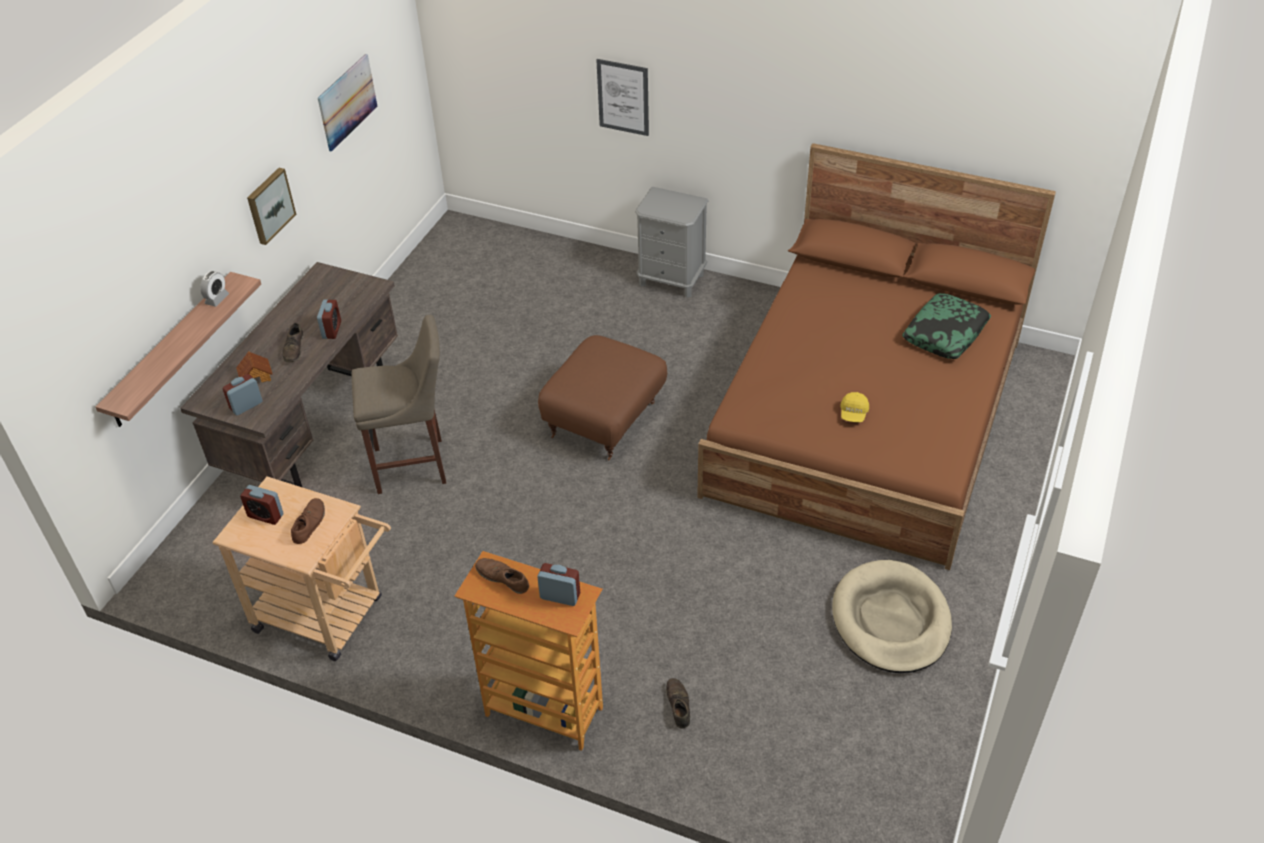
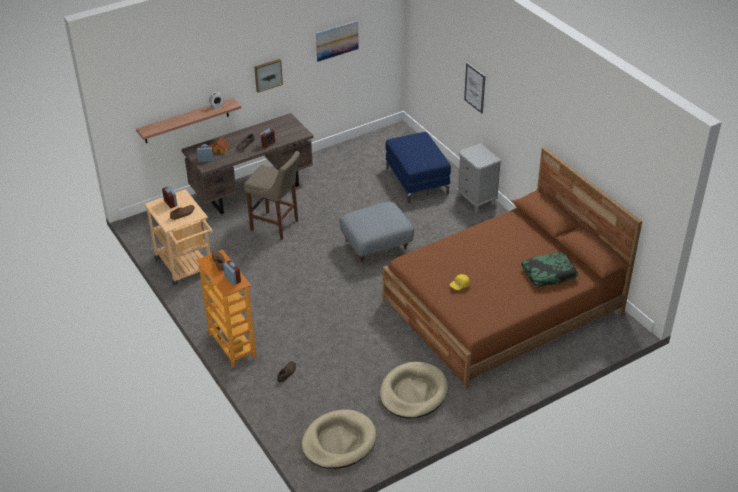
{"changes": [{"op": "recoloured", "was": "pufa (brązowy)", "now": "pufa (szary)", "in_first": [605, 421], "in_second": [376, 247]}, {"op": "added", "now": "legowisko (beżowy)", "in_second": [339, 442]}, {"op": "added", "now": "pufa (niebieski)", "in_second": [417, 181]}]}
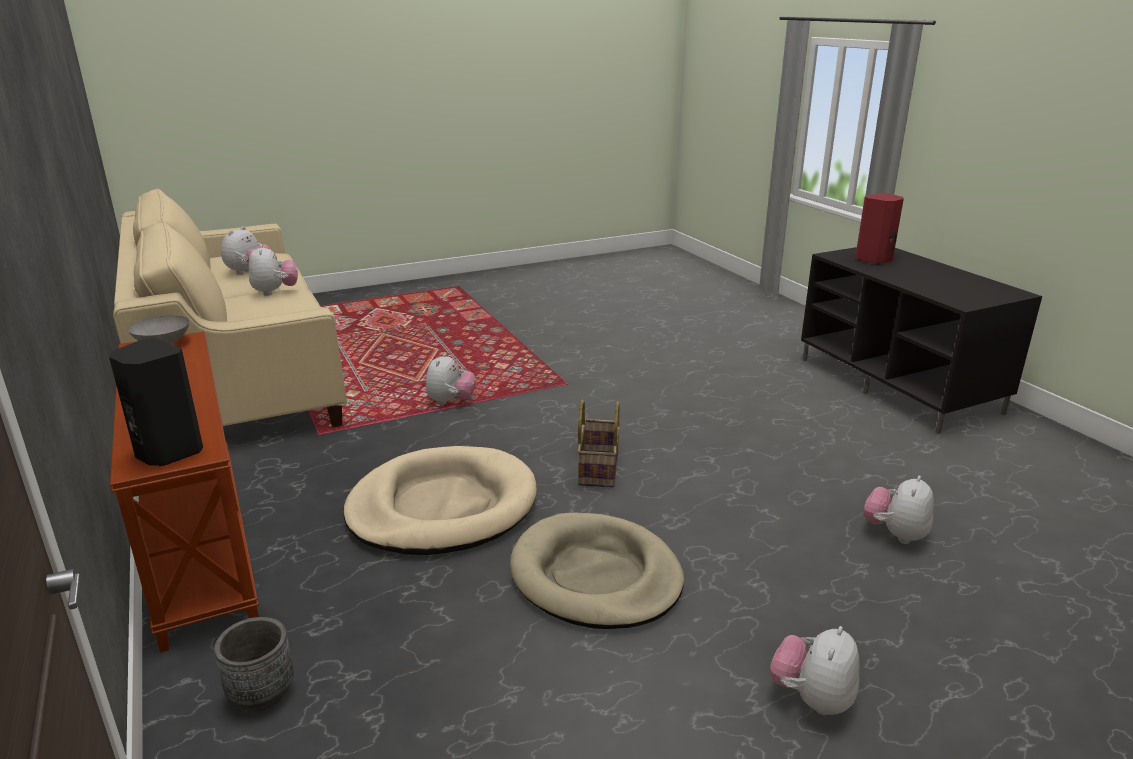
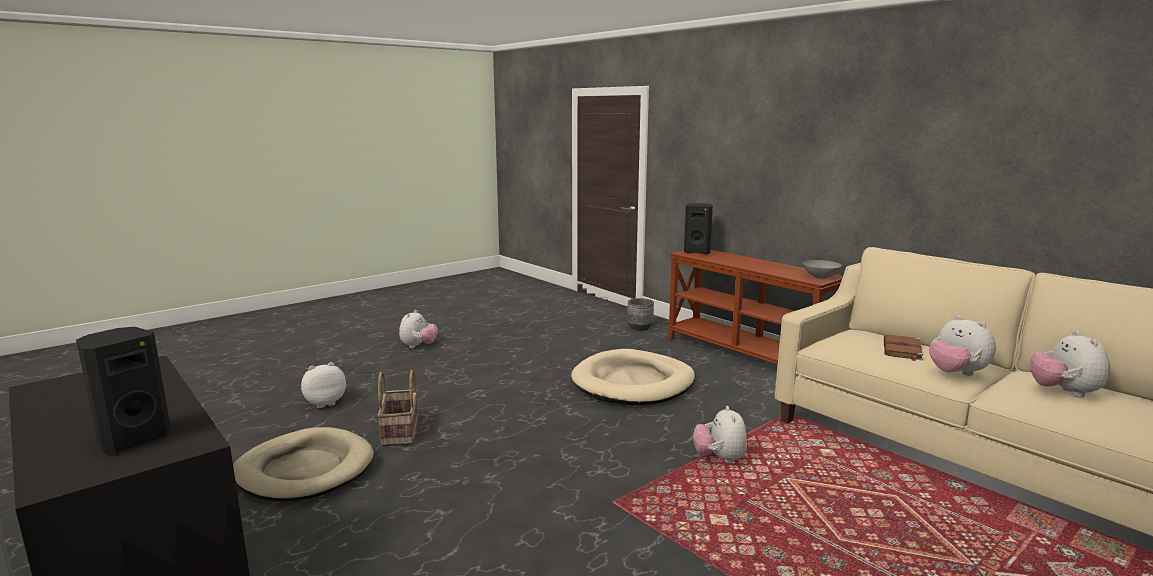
{"changes": [{"op": "moved", "was": "legowisko (beżowy)", "in_first": [595, 576], "in_second": [305, 470]}, {"op": "moved", "was": "koszyk", "in_first": [597, 469], "in_second": [401, 432]}, {"op": "recoloured", "was": "głośnik (czerwony)", "now": "głośnik (czarny)", "in_first": [875, 260], "in_second": [132, 439]}, {"op": "turned", "was": "pluszak", "in_first": [895, 534], "in_second": [325, 403], "clockwise": -135}, {"op": "added", "now": "książka (brązowy)", "in_second": [902, 350]}]}
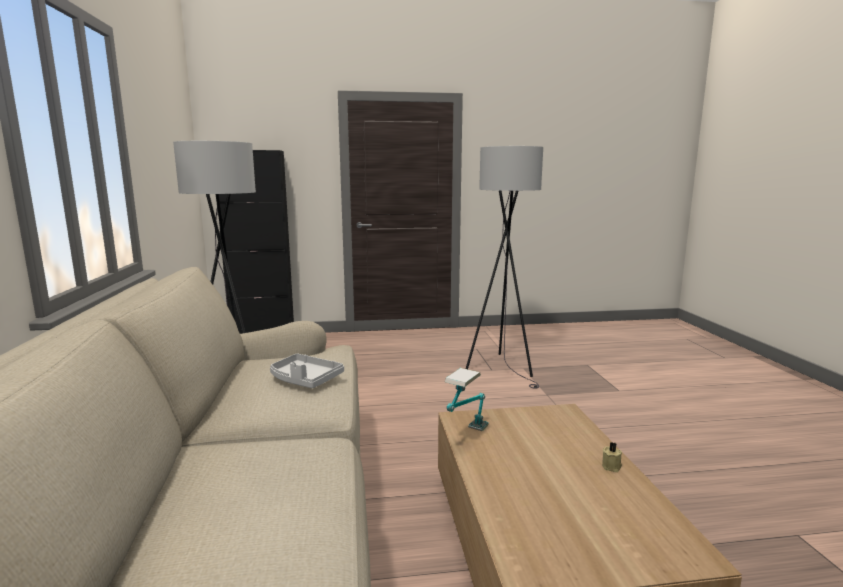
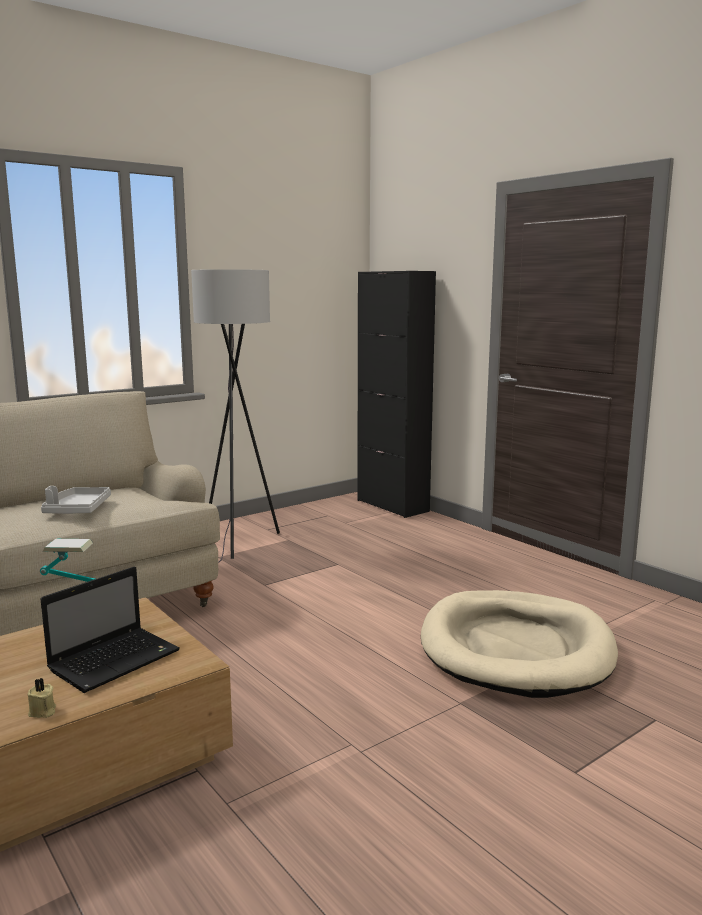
{"changes": [{"op": "replaced", "was": "lampa stojąca (szary)", "now": "legowisko (beżowy)", "in_first": [504, 368], "in_second": [515, 648]}, {"op": "added", "now": "laptop", "in_second": [116, 659]}]}
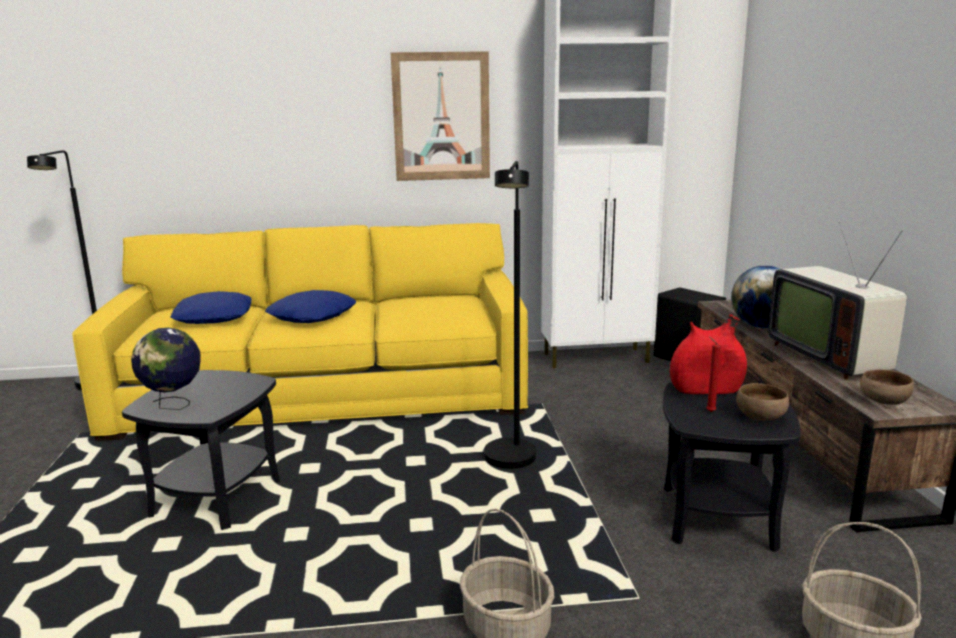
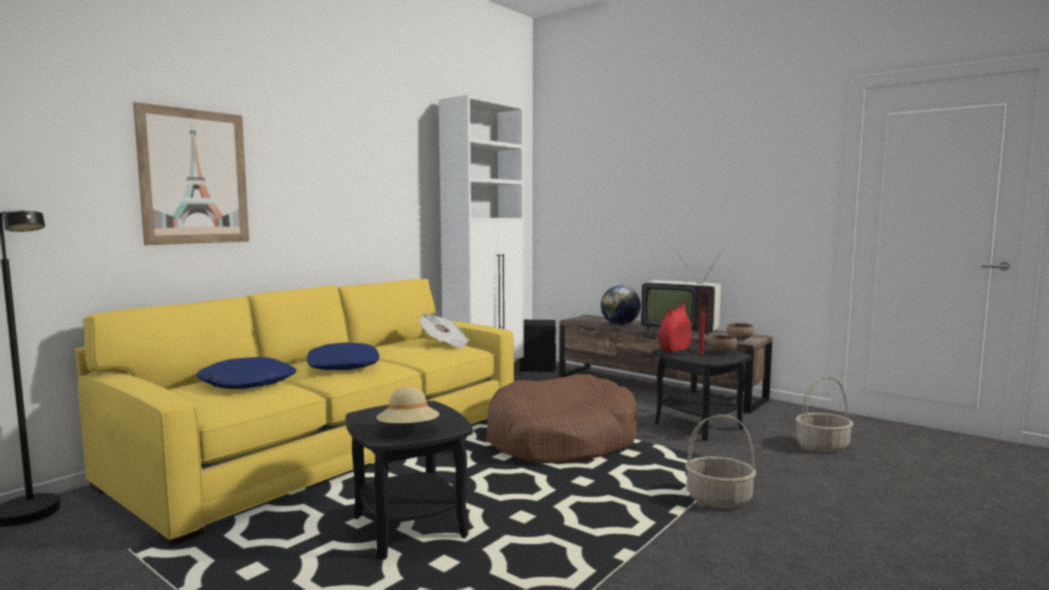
{"changes": [{"op": "replaced", "was": "globus", "now": "kapelusz (beżowy)", "in_first": [173, 405], "in_second": [408, 431]}, {"op": "moved", "was": "obraz", "in_first": [441, 117], "in_second": [194, 177]}, {"op": "replaced", "was": "lampa stojąca (czarny)", "now": "legowisko (brązowy)", "in_first": [511, 465], "in_second": [561, 440]}, {"op": "added", "now": "gazeta", "in_second": [445, 344]}]}
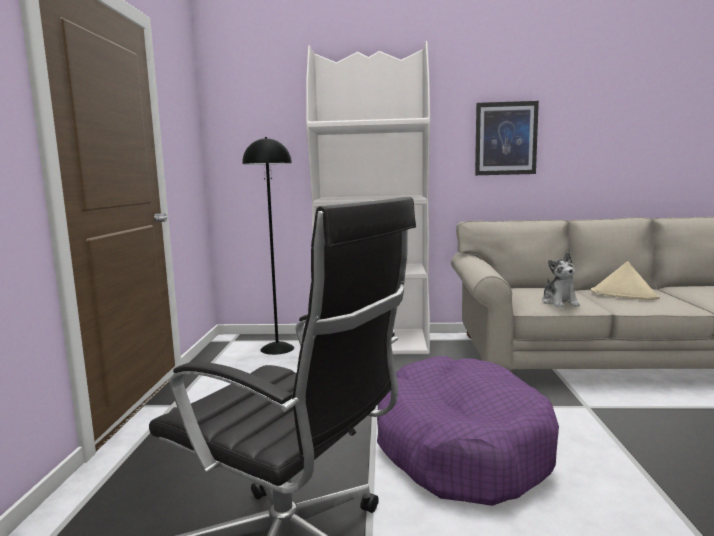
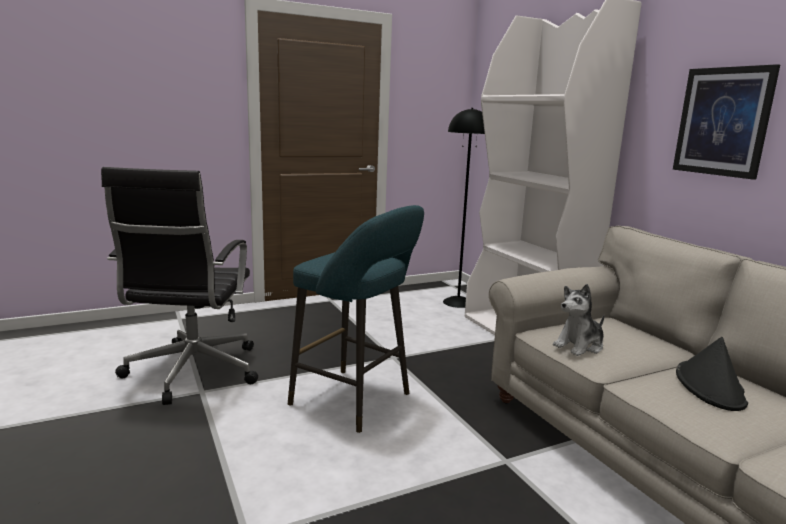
{"changes": [{"op": "replaced", "was": "legowisko (fioletowy)", "now": "stołek (turkusowy)", "in_first": [459, 446], "in_second": [356, 401]}, {"op": "recoloured", "was": "kapelusz (beżowy)", "now": "kapelusz (czarny)", "in_first": [624, 295], "in_second": [710, 386]}]}
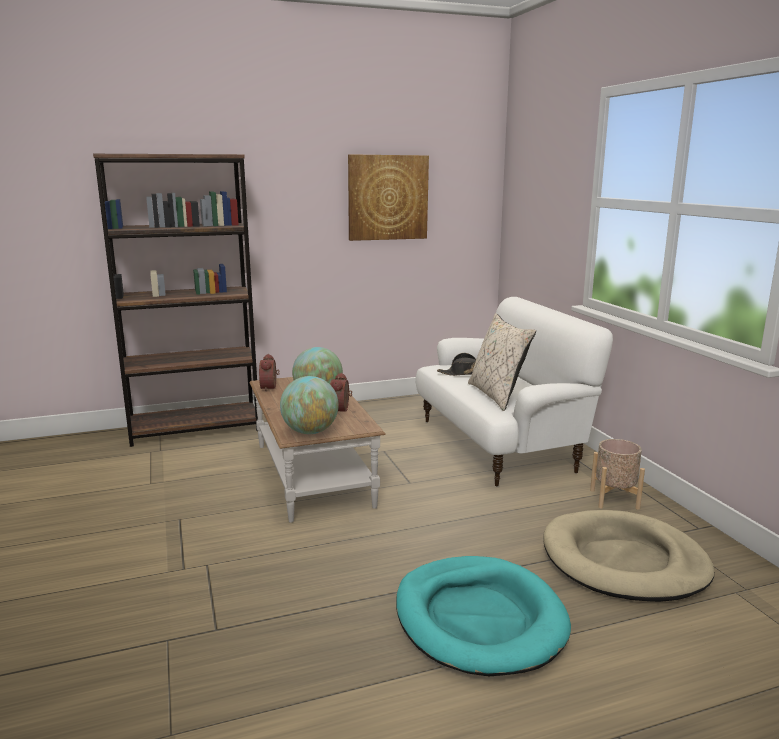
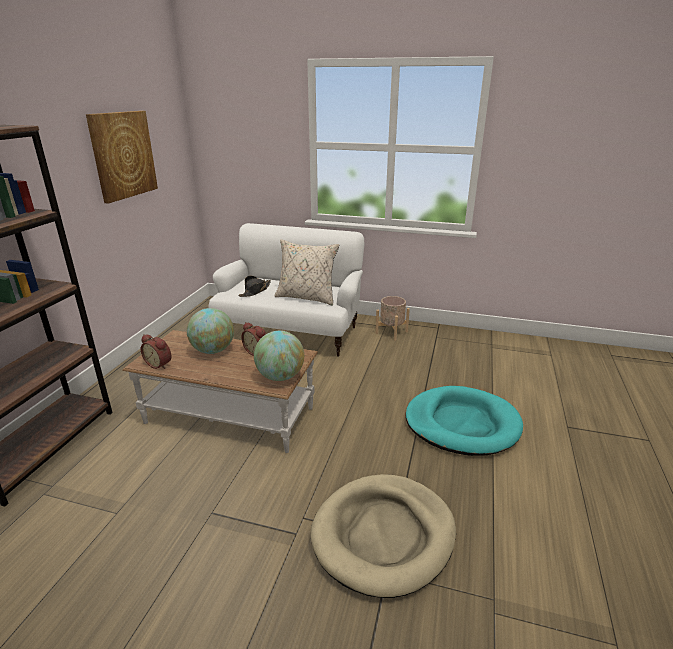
{"changes": [{"op": "moved", "was": "legowisko (beżowy)", "in_first": [624, 561], "in_second": [383, 535]}]}
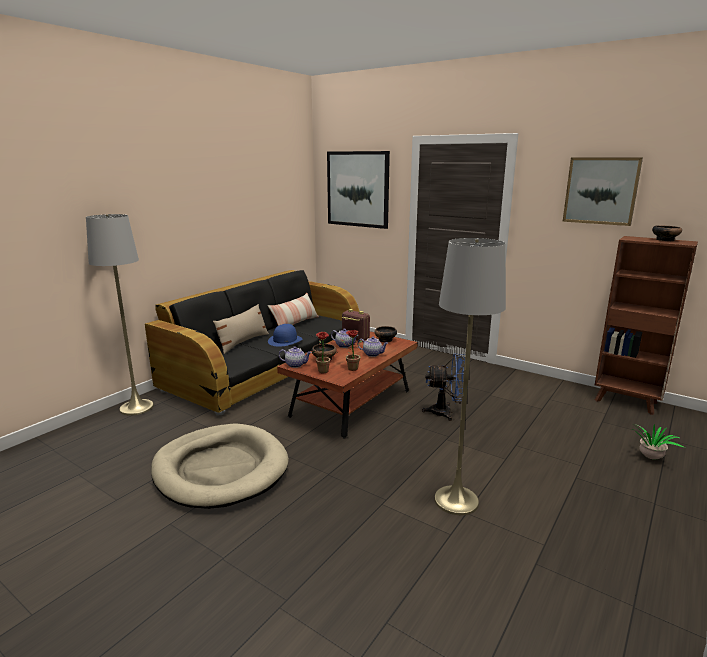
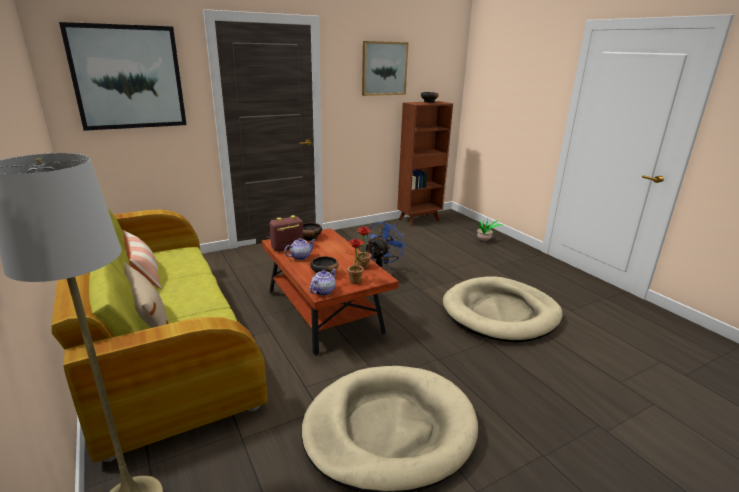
{"changes": [{"op": "recoloured", "was": "kanapa (czarny)", "now": "kanapa (zielony)", "in_first": [267, 366], "in_second": [162, 340]}, {"op": "removed", "was": "kapelusz (niebieski)", "in_first": [285, 340]}, {"op": "removed", "was": "imbryk", "in_first": [372, 354]}, {"op": "replaced", "was": "lampa stojąca (szary)", "now": "legowisko (beżowy)", "in_first": [456, 500], "in_second": [500, 313]}]}
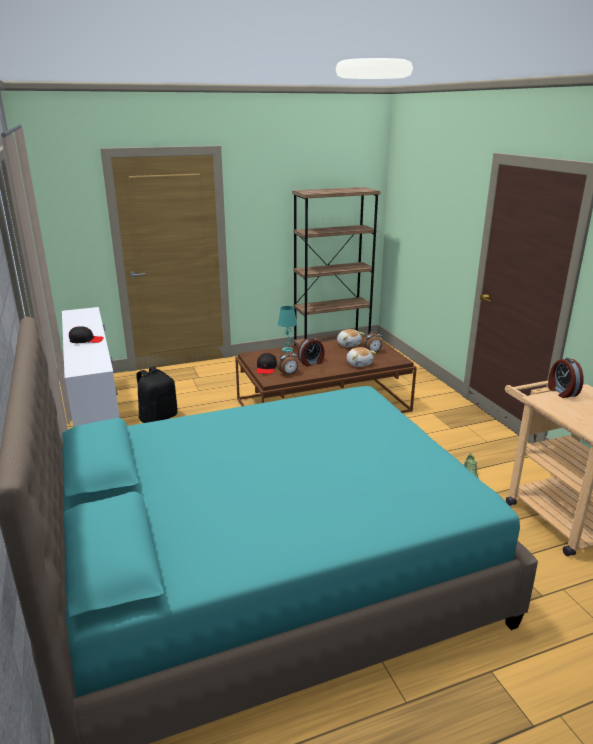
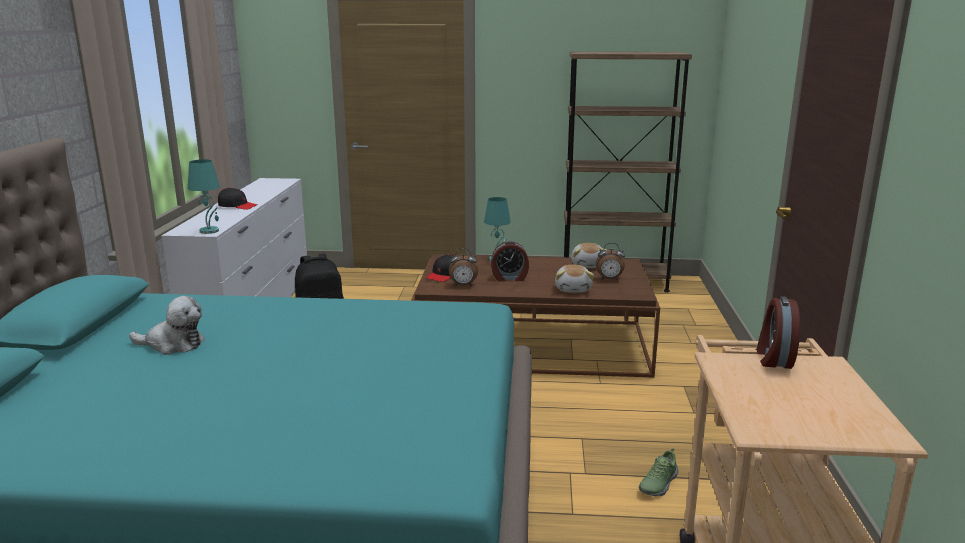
{"changes": [{"op": "added", "now": "pluszak", "in_second": [173, 344]}, {"op": "added", "now": "lampa stołowa (turkusowy)", "in_second": [210, 231]}]}
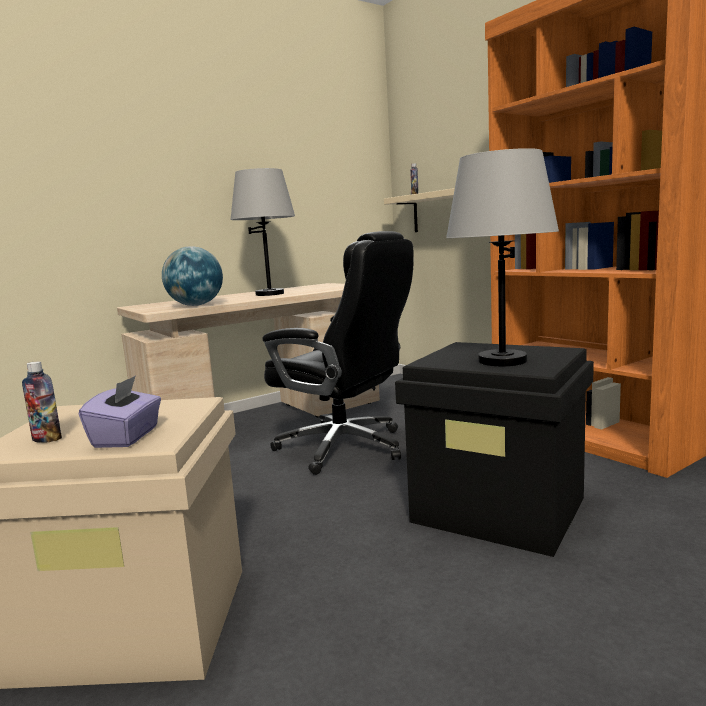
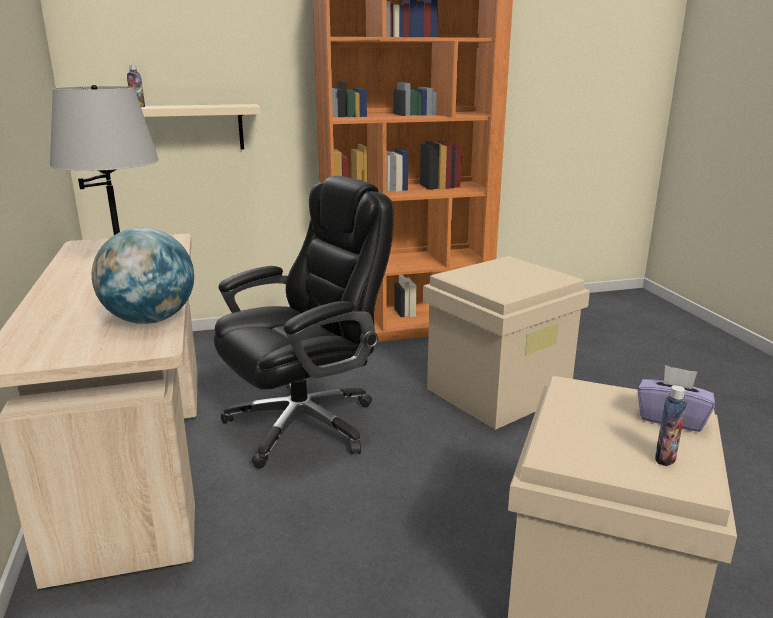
{"changes": [{"op": "recoloured", "was": "pojemnik do przechowywania (czarny)", "now": "pojemnik do przechowywania (beżowy)", "in_first": [500, 509], "in_second": [498, 391]}, {"op": "removed", "was": "lampa stołowa (szary)", "in_first": [502, 361]}]}
